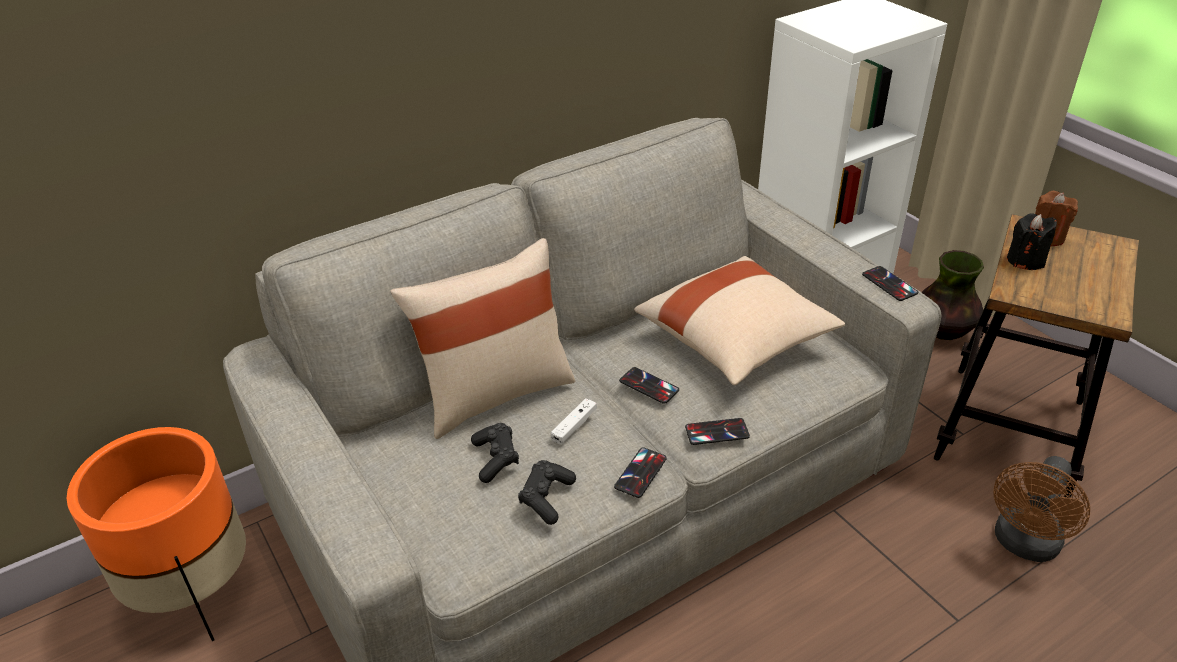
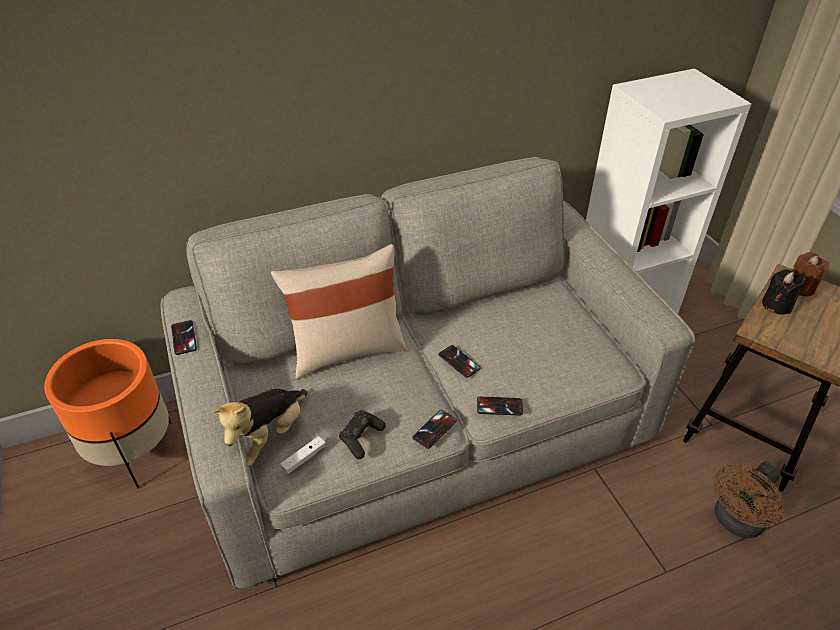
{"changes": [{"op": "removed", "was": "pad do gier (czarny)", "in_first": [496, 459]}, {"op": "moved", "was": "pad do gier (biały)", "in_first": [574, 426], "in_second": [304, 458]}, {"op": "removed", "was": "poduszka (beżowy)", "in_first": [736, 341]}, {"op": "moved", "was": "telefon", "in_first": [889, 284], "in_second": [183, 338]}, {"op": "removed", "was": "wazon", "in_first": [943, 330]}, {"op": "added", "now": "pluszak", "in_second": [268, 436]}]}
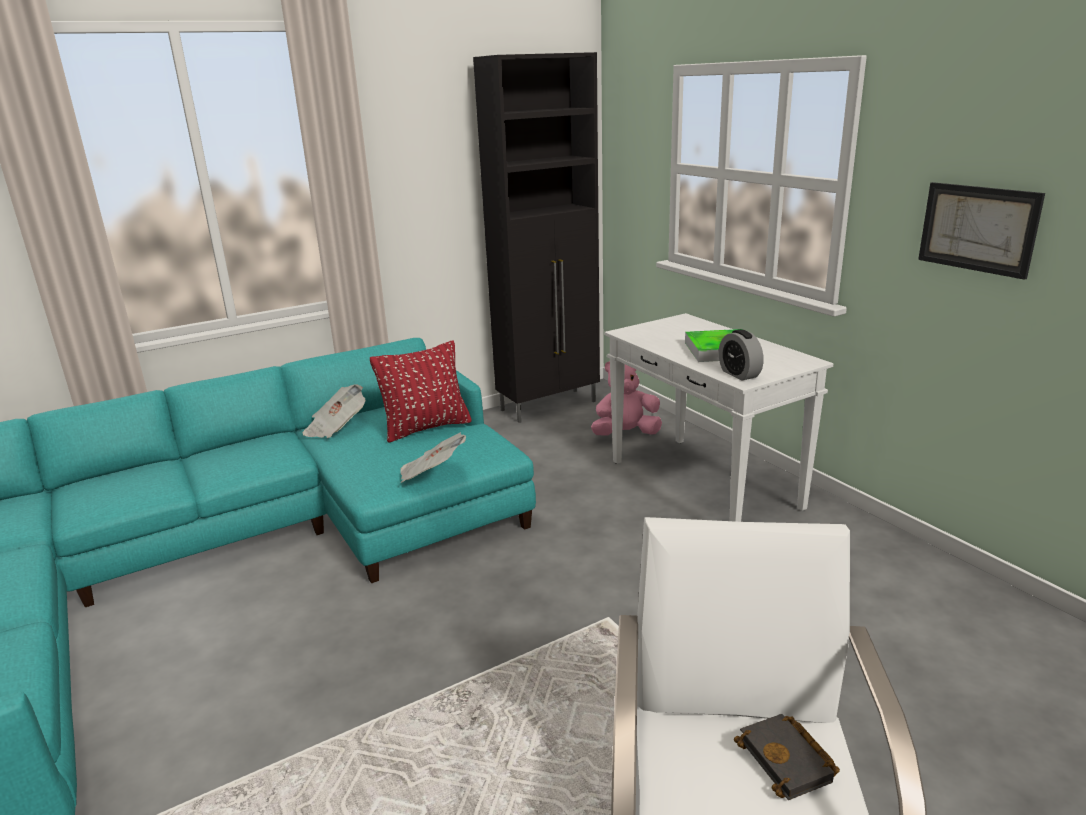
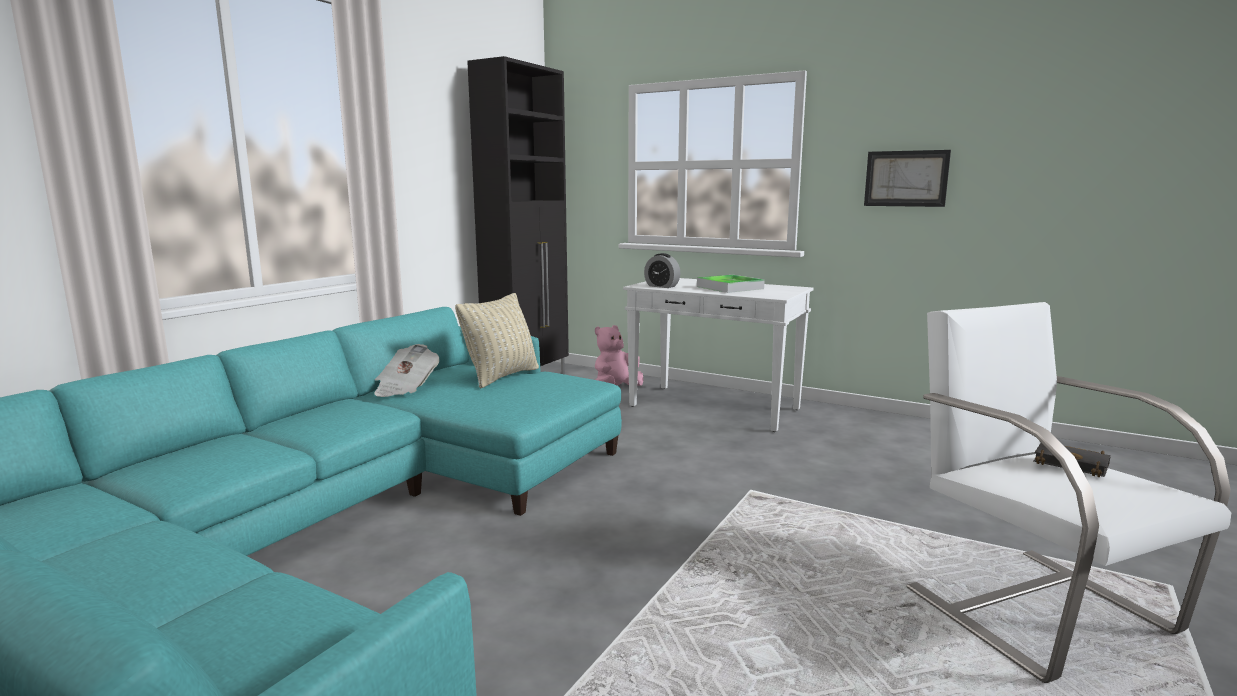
{"changes": [{"op": "recoloured", "was": "poduszka (czerwony)", "now": "poduszka (beżowy)", "in_first": [426, 428], "in_second": [501, 376]}, {"op": "removed", "was": "gazeta", "in_first": [432, 474]}, {"op": "moved", "was": "budzik", "in_first": [739, 374], "in_second": [661, 286]}]}
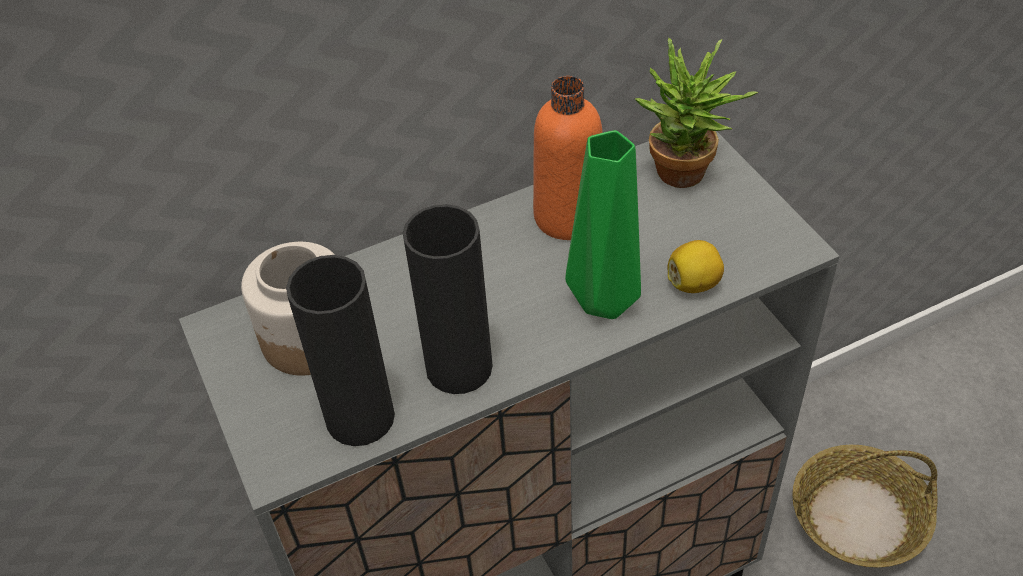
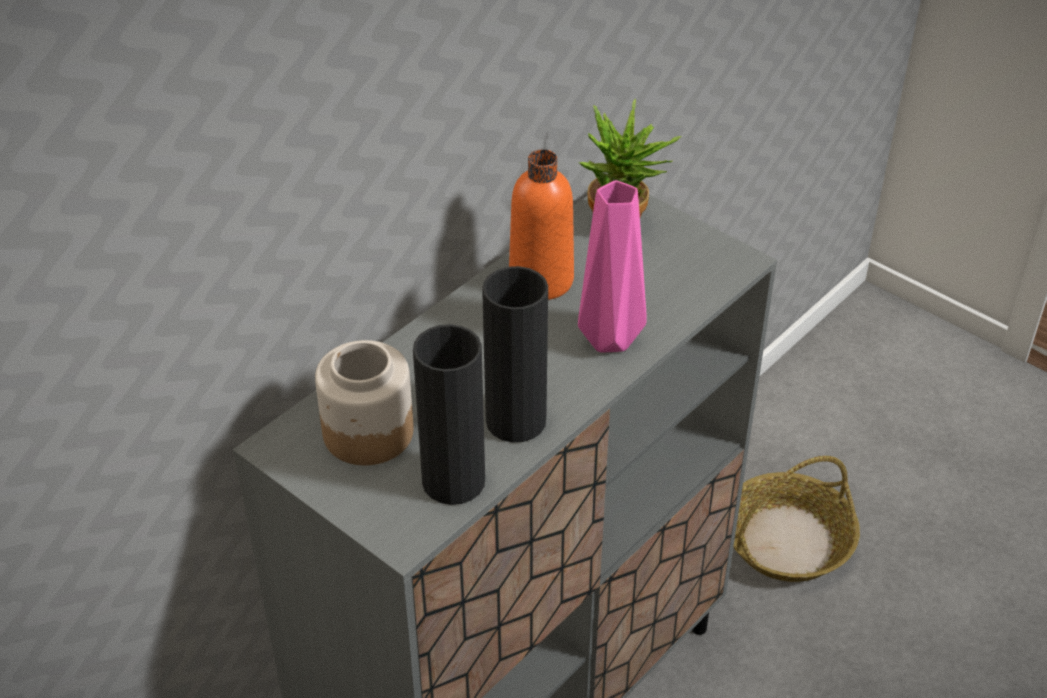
{"changes": [{"op": "recoloured", "was": "wazon (zielony)", "now": "wazon (różowy)", "in_first": [608, 300], "in_second": [611, 337]}, {"op": "removed", "was": "cytryna", "in_first": [694, 283]}]}
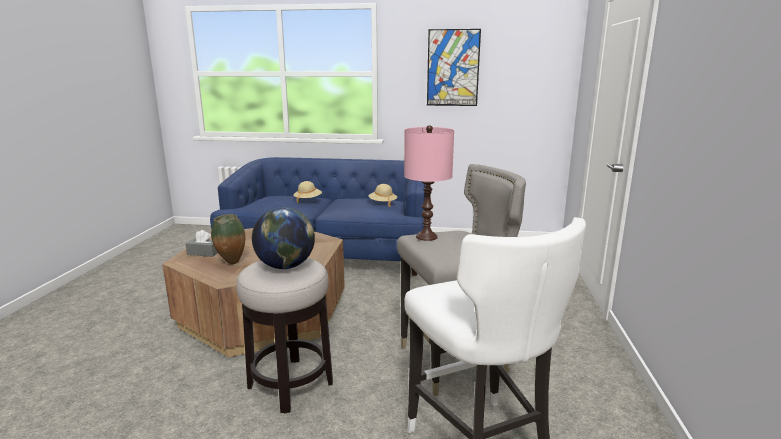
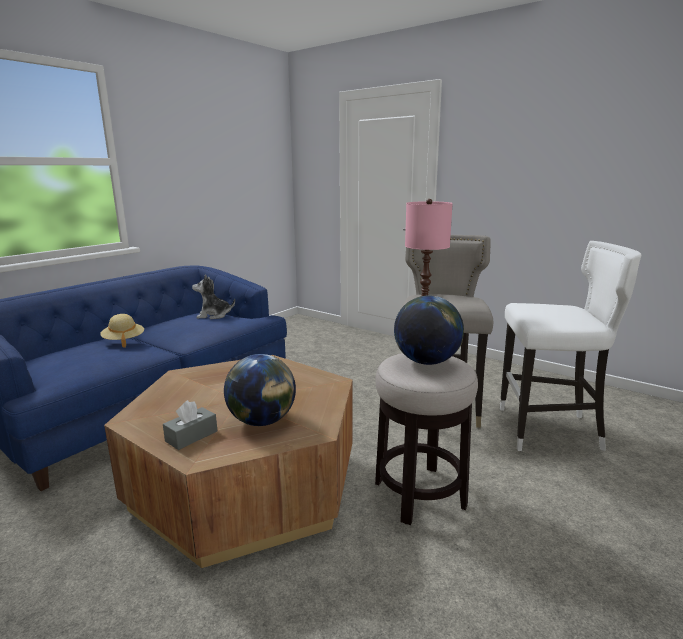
{"changes": [{"op": "replaced", "was": "wazon", "now": "globus", "in_first": [231, 263], "in_second": [262, 421]}, {"op": "replaced", "was": "kapelusz (beżowy)", "now": "pluszak", "in_first": [382, 203], "in_second": [213, 315]}, {"op": "removed", "was": "obraz", "in_first": [453, 68]}]}
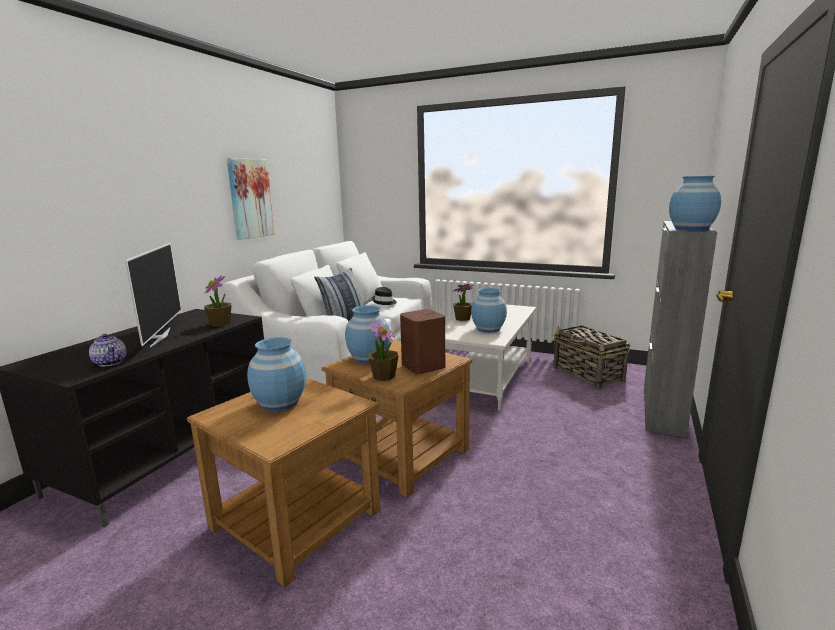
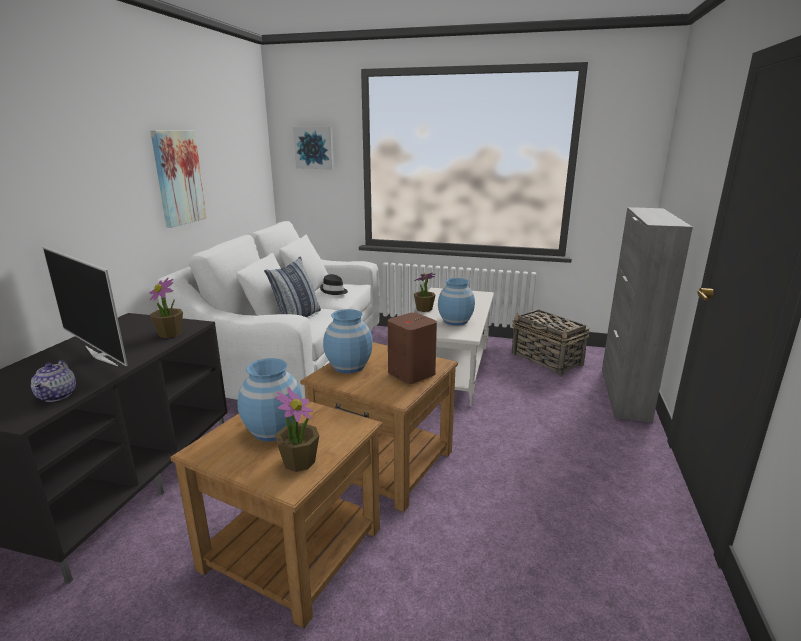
{"changes": [{"op": "turned", "was": "imbryk", "in_first": [110, 362], "in_second": [58, 395], "clockwise": 45}, {"op": "turned", "was": "telewizor", "in_first": [159, 337], "in_second": [102, 355], "clockwise": 150}, {"op": "moved", "was": "roślina doniczkowa", "in_first": [383, 376], "in_second": [299, 461]}, {"op": "removed", "was": "wazon (niebieski)", "in_first": [691, 229]}, {"op": "added", "now": "obraz", "in_second": [314, 148]}]}
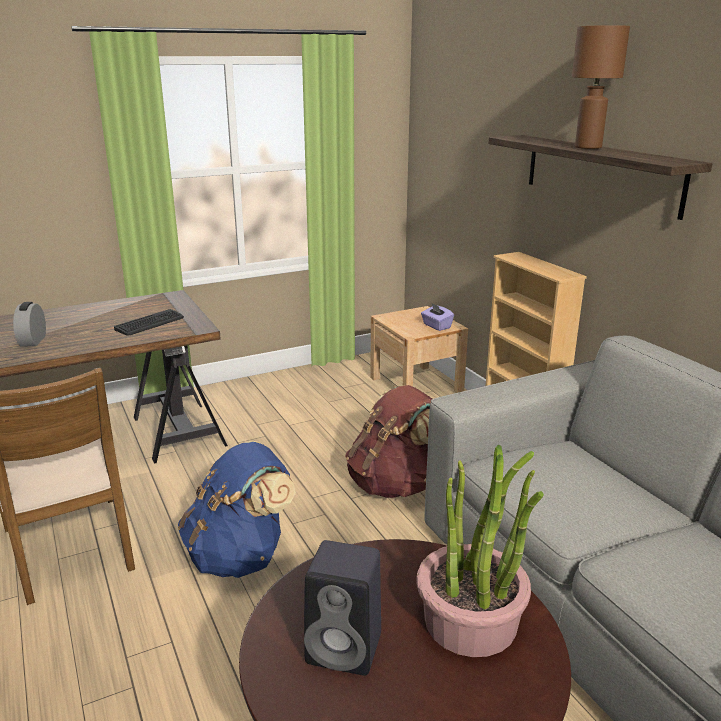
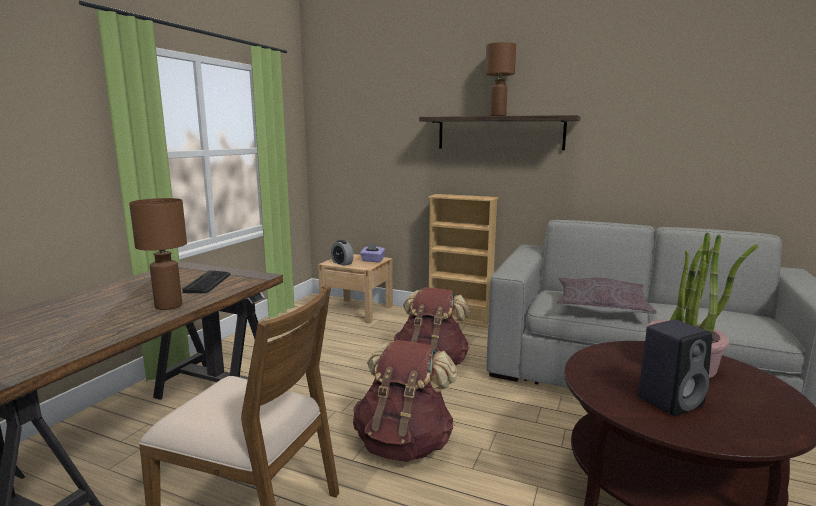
{"changes": [{"op": "moved", "was": "budzik", "in_first": [33, 341], "in_second": [342, 263]}, {"op": "recoloured", "was": "plecak (niebieski)", "now": "plecak (brązowy)", "in_first": [240, 556], "in_second": [404, 444]}, {"op": "added", "now": "lampa stołowa (brązowy)", "in_second": [168, 306]}, {"op": "added", "now": "poduszka (szary)", "in_second": [601, 306]}]}
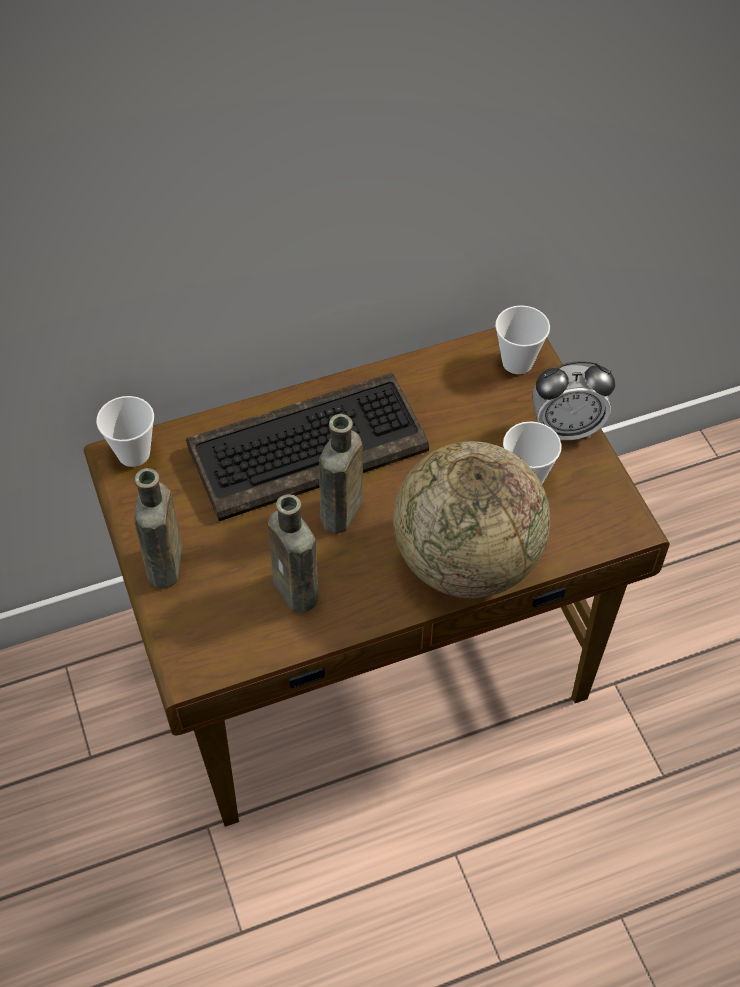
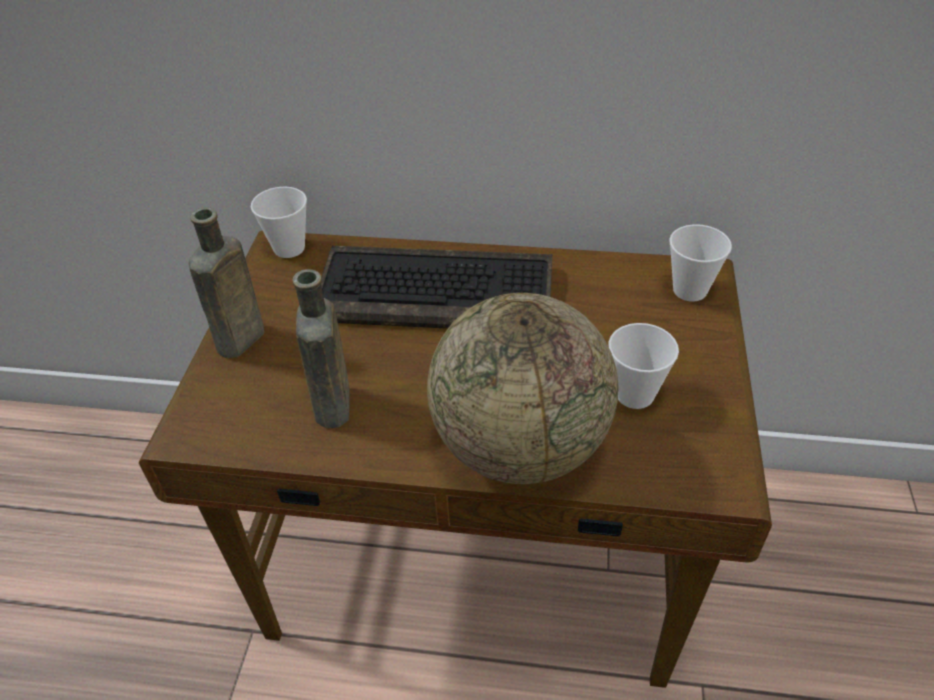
{"changes": [{"op": "removed", "was": "butelka (brązowy)", "in_first": [340, 515]}, {"op": "removed", "was": "budzik", "in_first": [566, 428]}]}
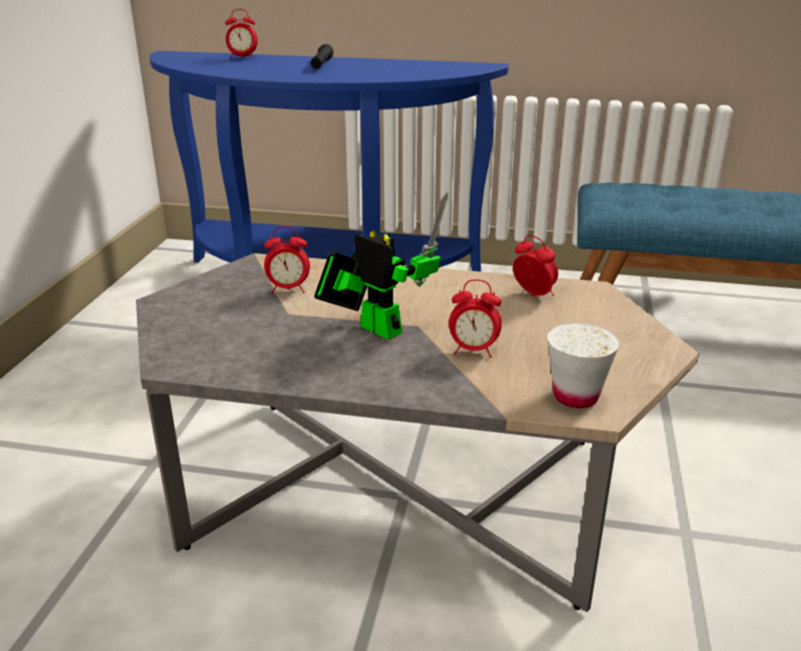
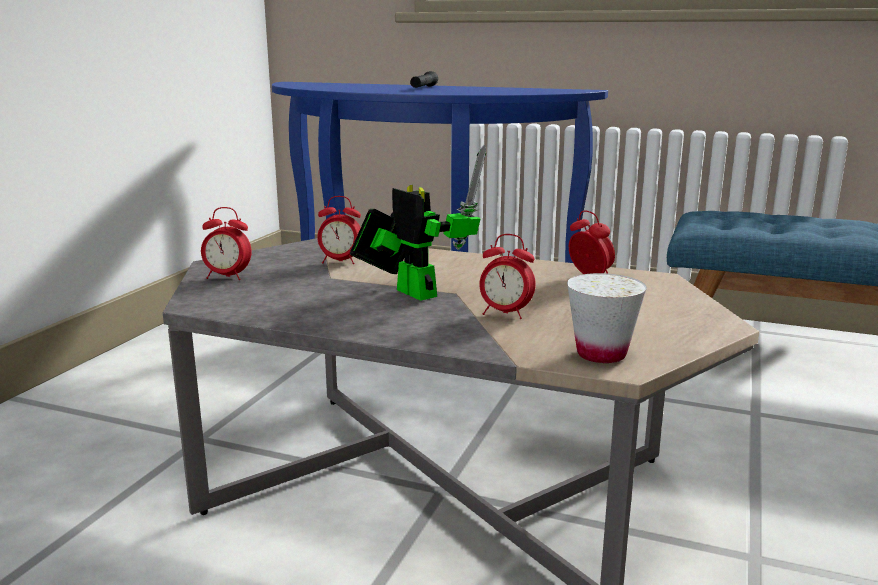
{"changes": [{"op": "moved", "was": "budzik", "in_first": [242, 57], "in_second": [227, 277]}]}
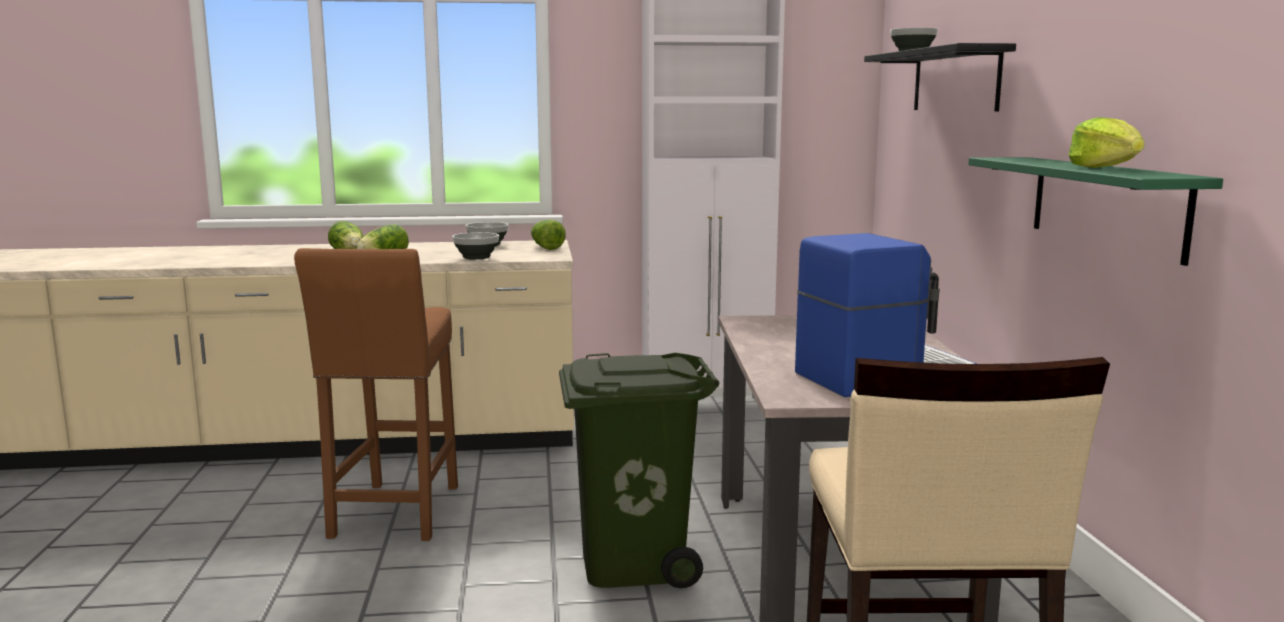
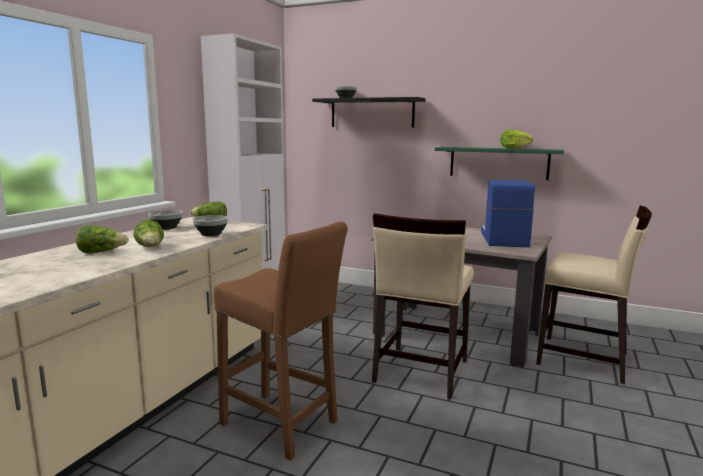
{"changes": [{"op": "replaced", "was": "kosz na śmieci (zielony)", "now": "krzesło (beżowy)", "in_first": [632, 562], "in_second": [420, 371]}]}
